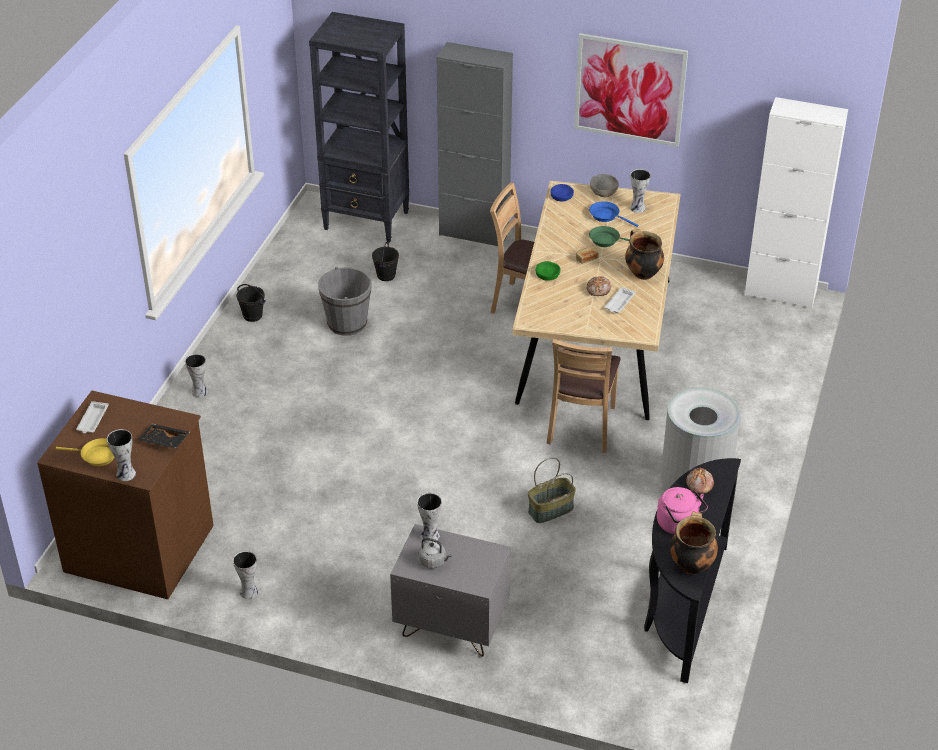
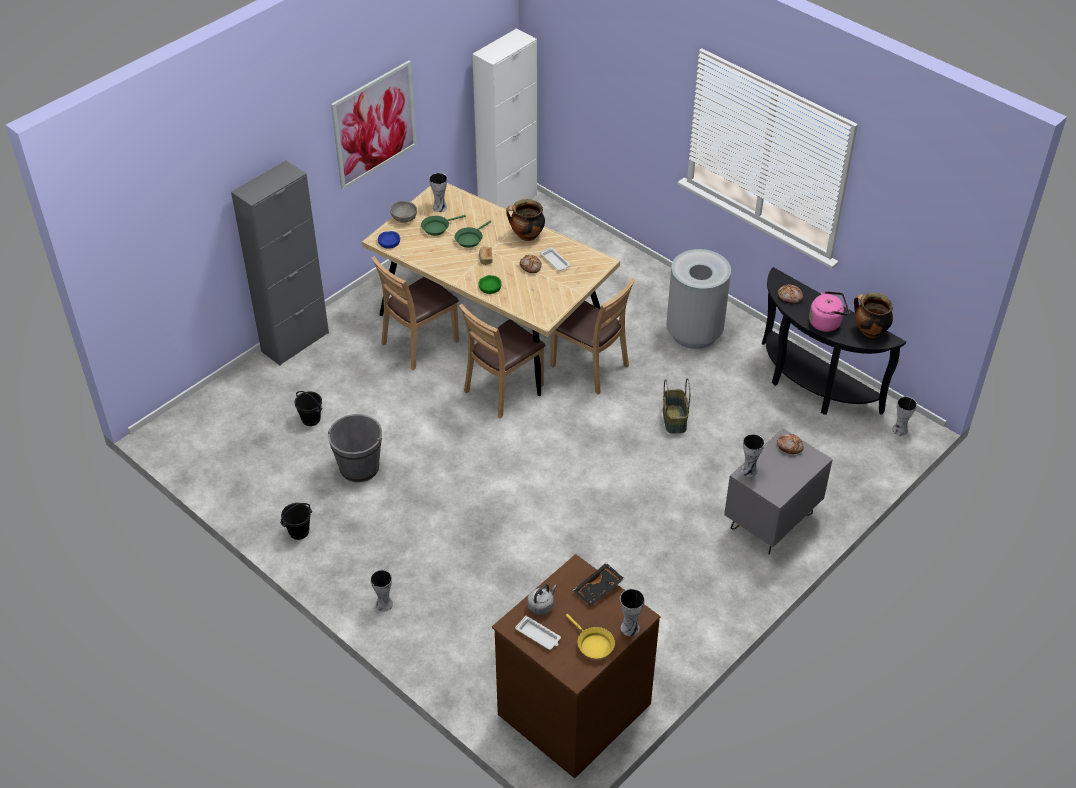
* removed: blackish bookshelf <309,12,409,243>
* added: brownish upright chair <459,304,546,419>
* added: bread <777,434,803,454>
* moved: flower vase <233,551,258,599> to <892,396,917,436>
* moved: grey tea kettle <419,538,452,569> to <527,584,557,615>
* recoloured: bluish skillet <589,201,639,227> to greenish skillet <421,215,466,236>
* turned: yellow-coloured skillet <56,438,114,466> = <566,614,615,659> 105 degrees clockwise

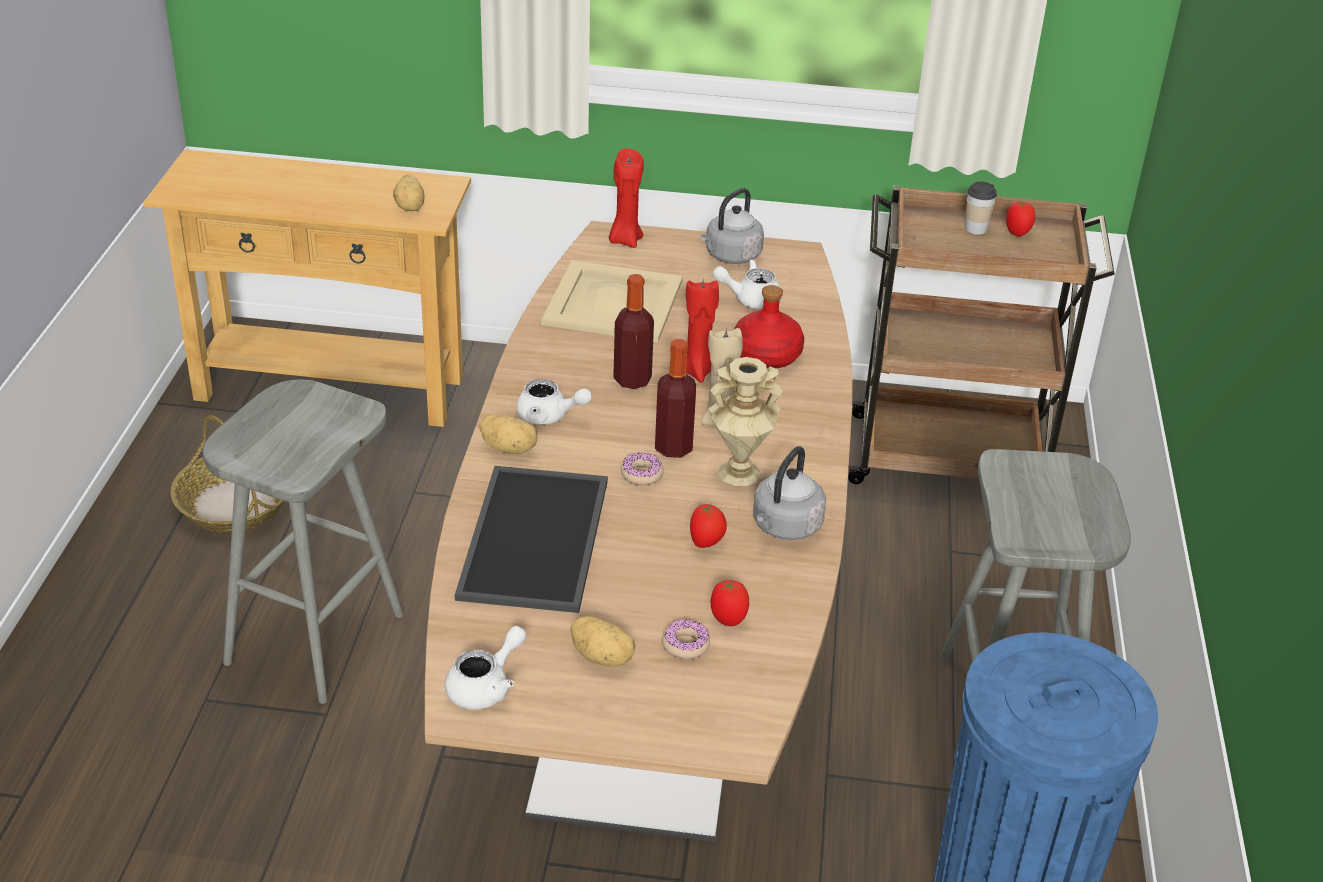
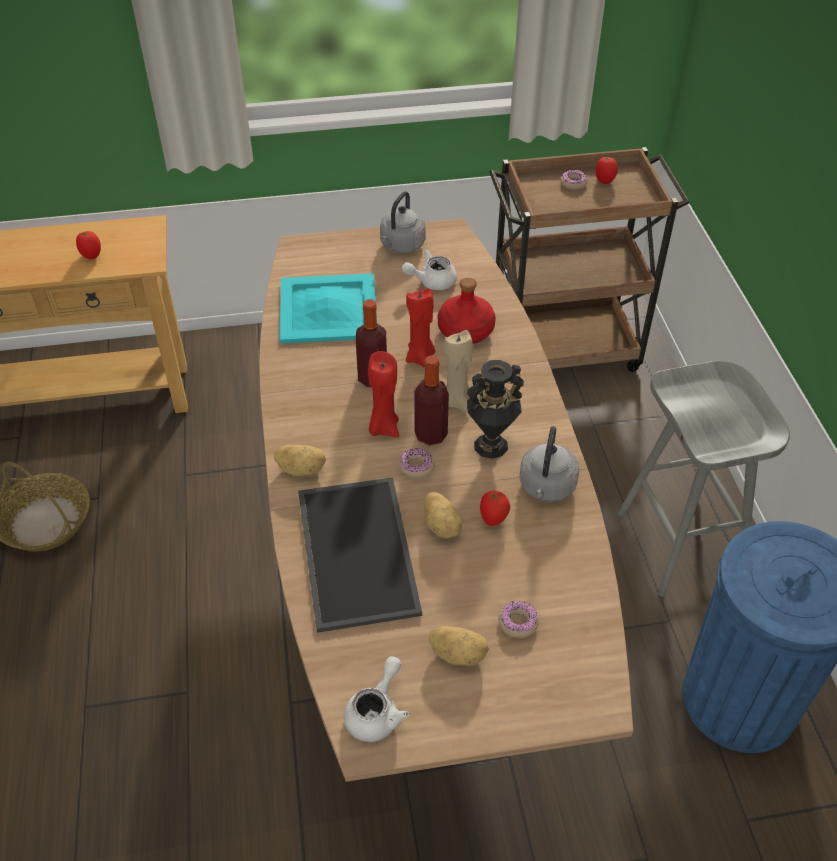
* removed: grey sitting stool <203,379,403,704>
* removed: whitish pot for tea <516,379,592,425>
* moved: spud <393,174,424,211> to <424,492,462,538>
* moved: red candle <609,149,644,248> to <368,351,399,437>
* moved: whole tomato <711,580,749,626> to <76,231,101,259>
* replaced: drinking cup <965,182,997,235> to donut <560,169,588,190>
* recoloured: beige tray <541,260,683,342> to turquoise-coloured tray <279,273,377,344>
* recoloured: beige flower vase <709,357,783,486> to blackish flower vase <467,360,524,459>

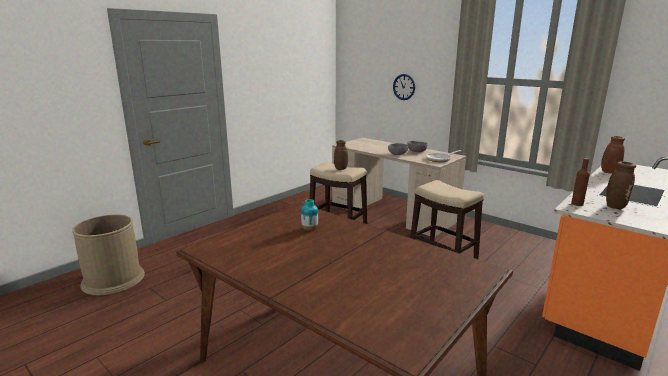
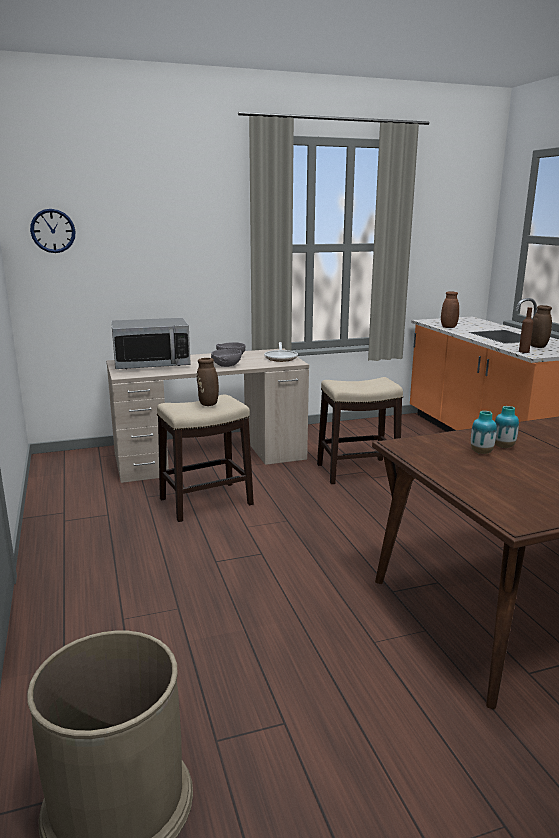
* added: microwave <111,318,191,369>
* added: flower vase <495,406,519,448>
* moved: wall clock <393,74,415,100> to <30,209,75,253>

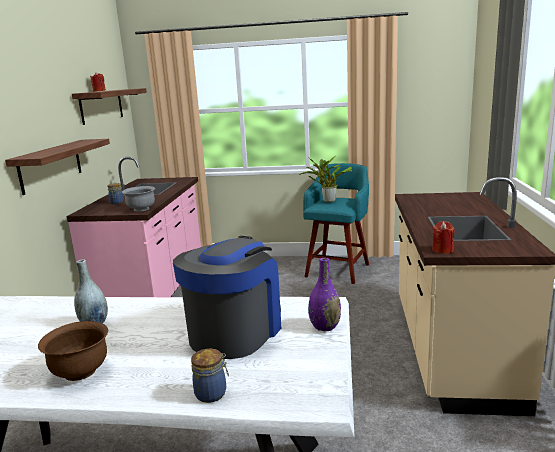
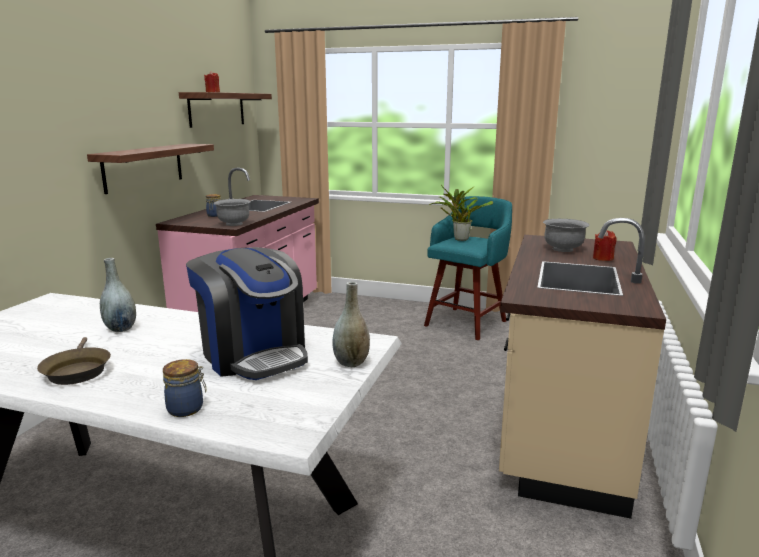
* added: grey deep dish <543,219,590,252>
* moved: red candle <432,221,455,254> to <593,230,617,261>
* replaced: brownish deep dish <38,321,108,381> to brownish skillet <37,337,111,385>
* recoloured: purplish flower vase <308,258,341,331> to grey flower vase <332,282,370,367>
* turned: coffee brewer <173,236,282,359> = <186,247,308,380> 105 degrees clockwise

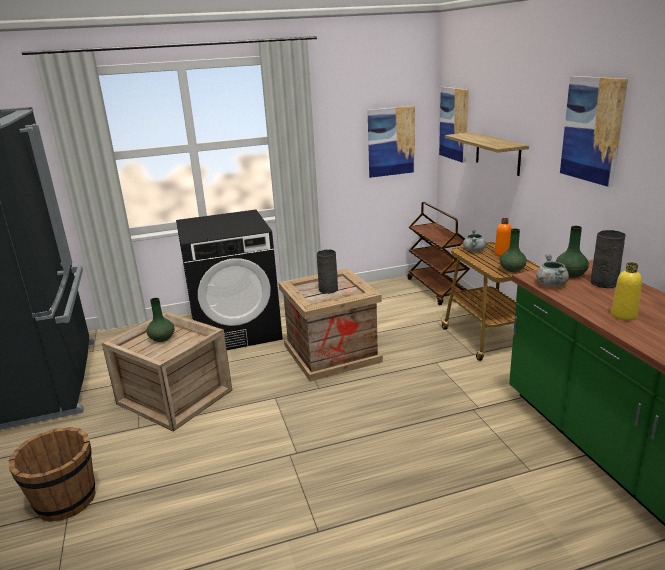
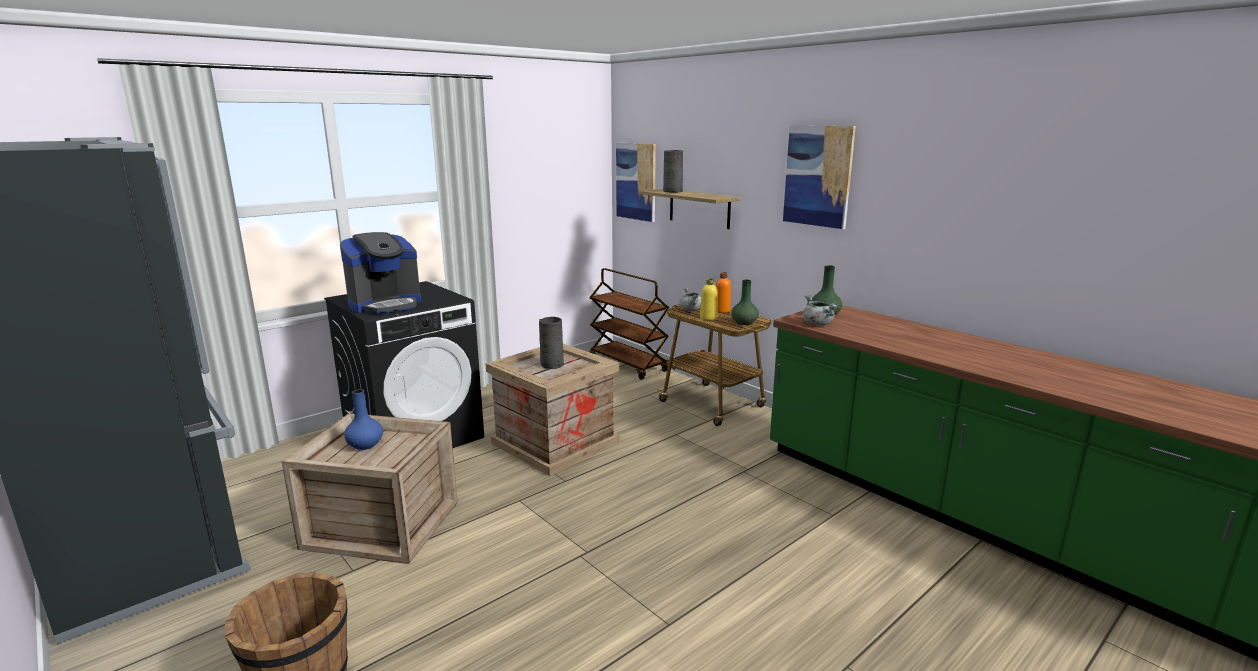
* removed: picture <368,106,415,178>
* added: coffee brewer <340,232,421,314>
* moved: grey flower vase <591,230,625,288> to <663,150,683,193>
* moved: yellow-coloured beverage bottle <611,262,642,321> to <700,278,718,321>
* recoloured: greenish flower vase <146,298,175,342> to bluish flower vase <344,389,383,450>

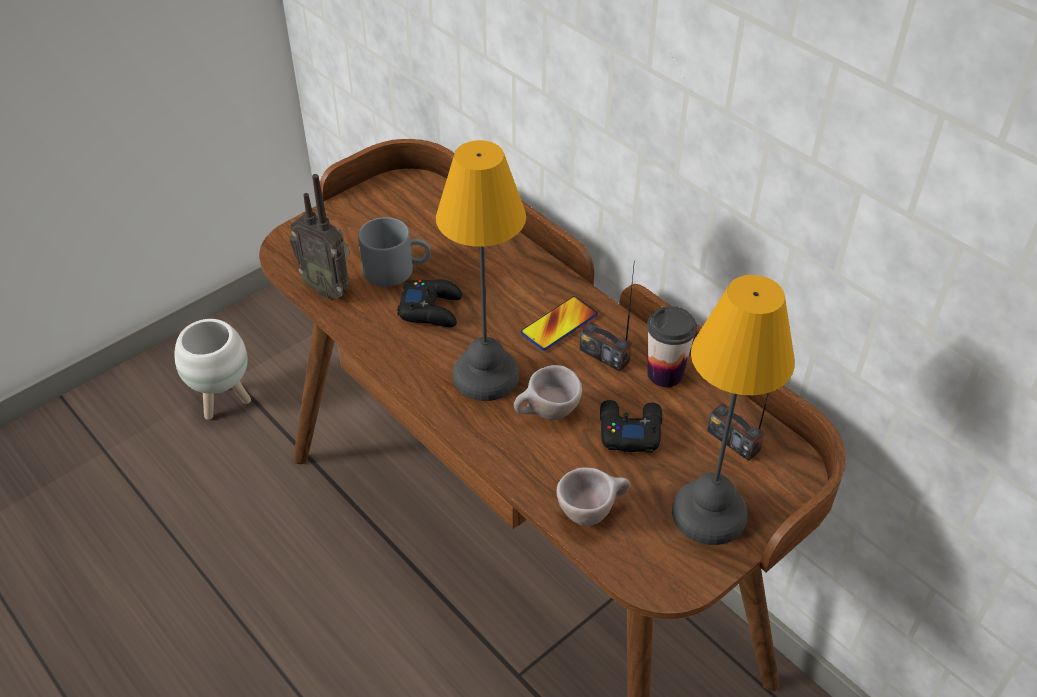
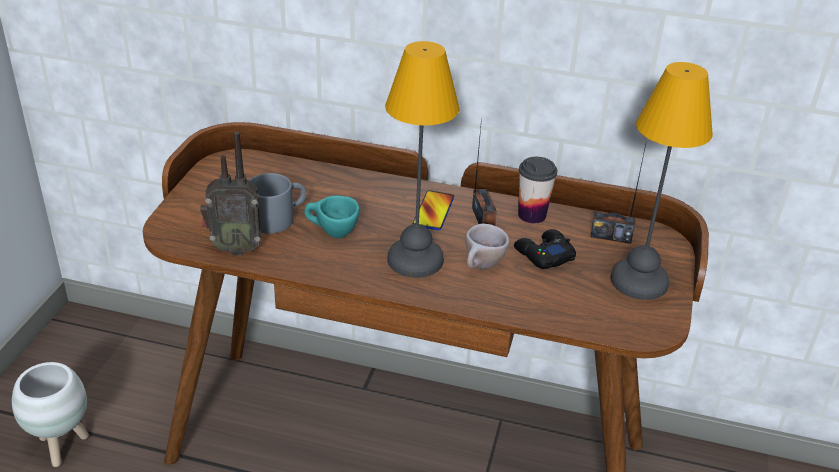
* removed: beige drinking cup <556,468,631,526>
* replaced: blackish gamepad <397,279,462,327> to turquoise-coloured drinking cup <304,196,360,238>
* turned: radio receiver <580,259,635,372> = <472,118,497,226> 105 degrees counterclockwise

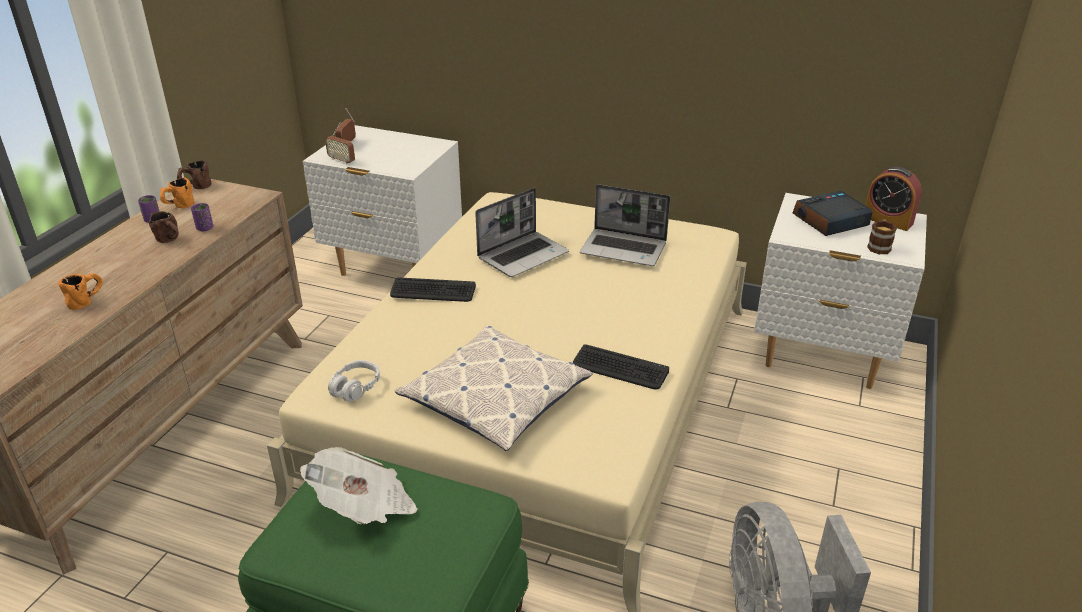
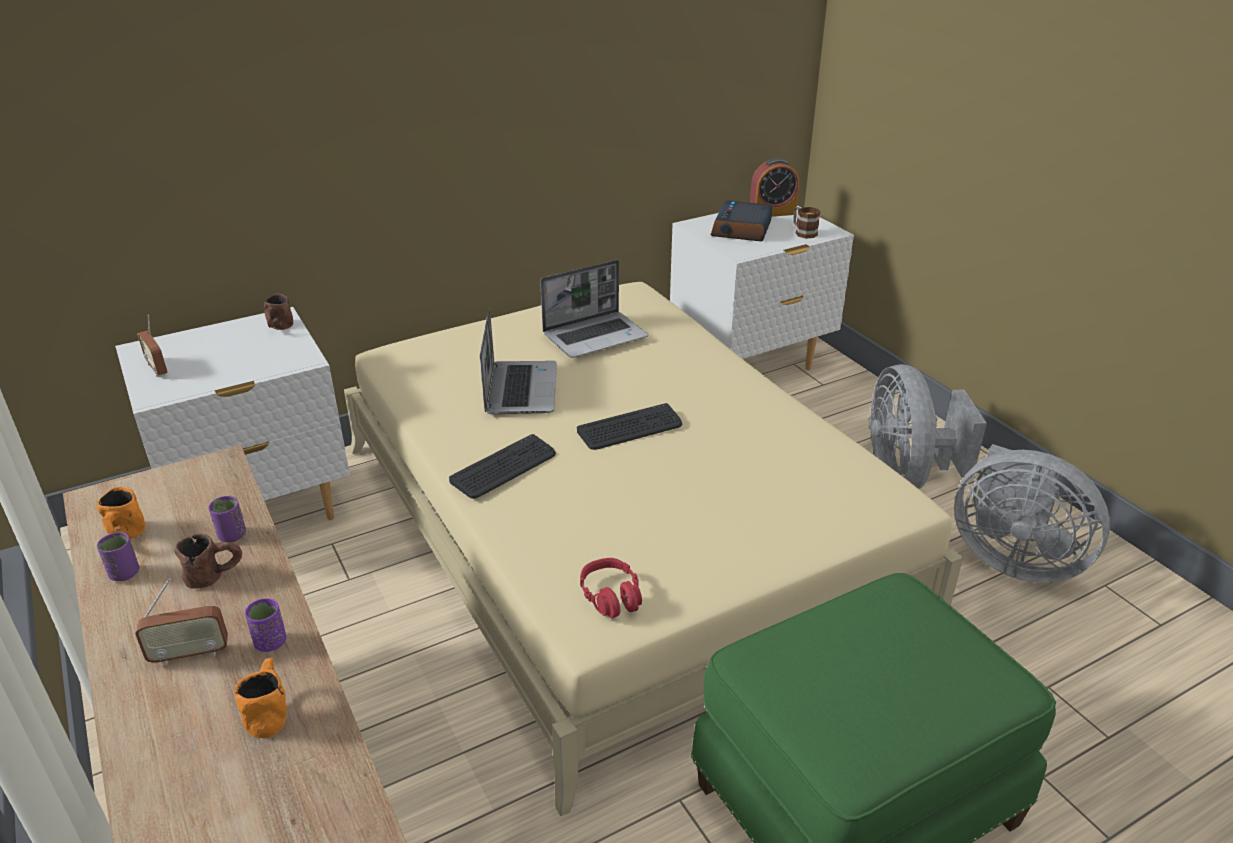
* removed: newspaper <300,447,418,525>
* removed: cushion <395,325,593,451>
* added: purplish drinking cup <245,598,286,652>
* added: grey electric fan <868,364,987,489>
* moved: brownish tea mug <177,160,211,189> to <264,293,293,330>
* moved: radio receiver <325,122,355,165> to <135,578,228,665>
* moved: computer keyboard <573,344,669,389> to <577,403,682,450>
* recoloured: grey headphones <328,360,380,402> to red headphones <580,558,642,619>

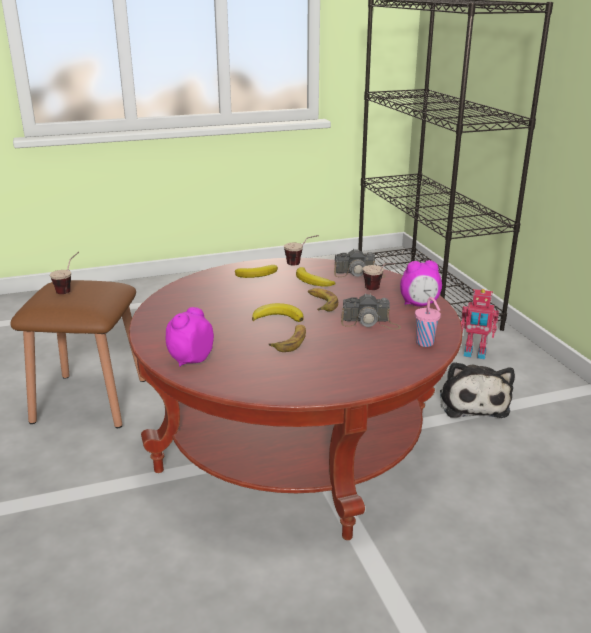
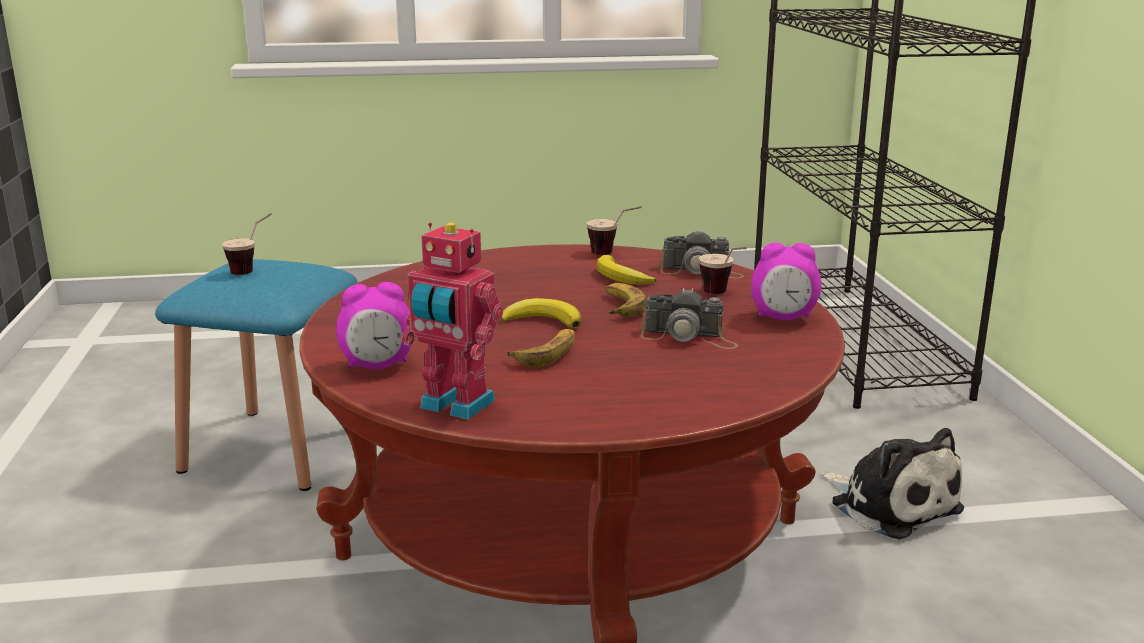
* removed: banana fruit <235,265,278,278>
* removed: pinkish drinking cup <415,297,441,347>
* moved: robot figure <461,289,499,360> to <402,222,503,420>
* recoloured: brownish sitting stool <10,280,145,428> to bluish sitting stool <155,259,358,491>
* turned: alarm clock <166,307,214,367> = <336,282,412,370> 150 degrees counterclockwise
* turned: soft toy <440,362,515,418> = <821,428,964,540> 45 degrees counterclockwise

